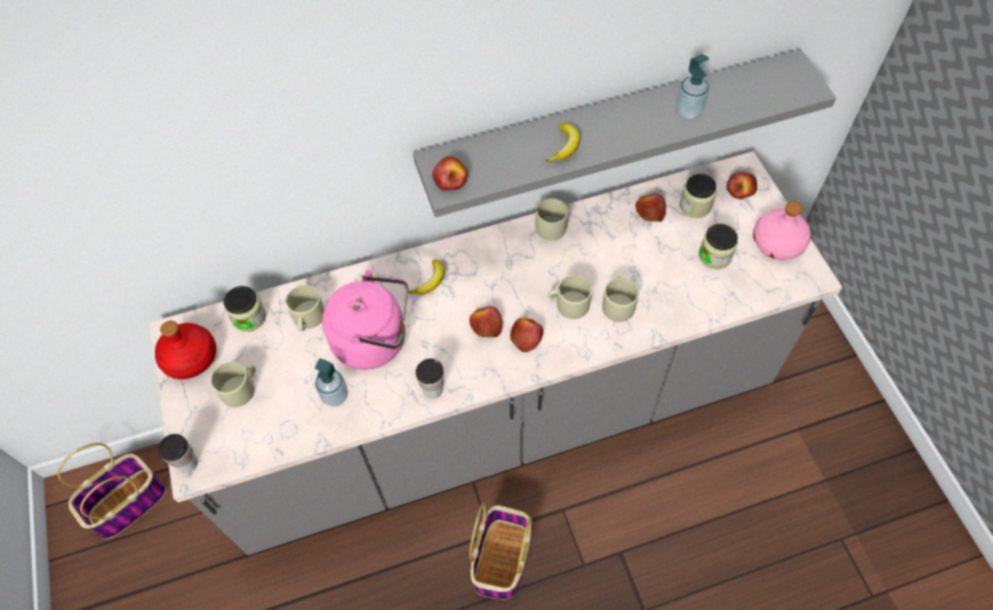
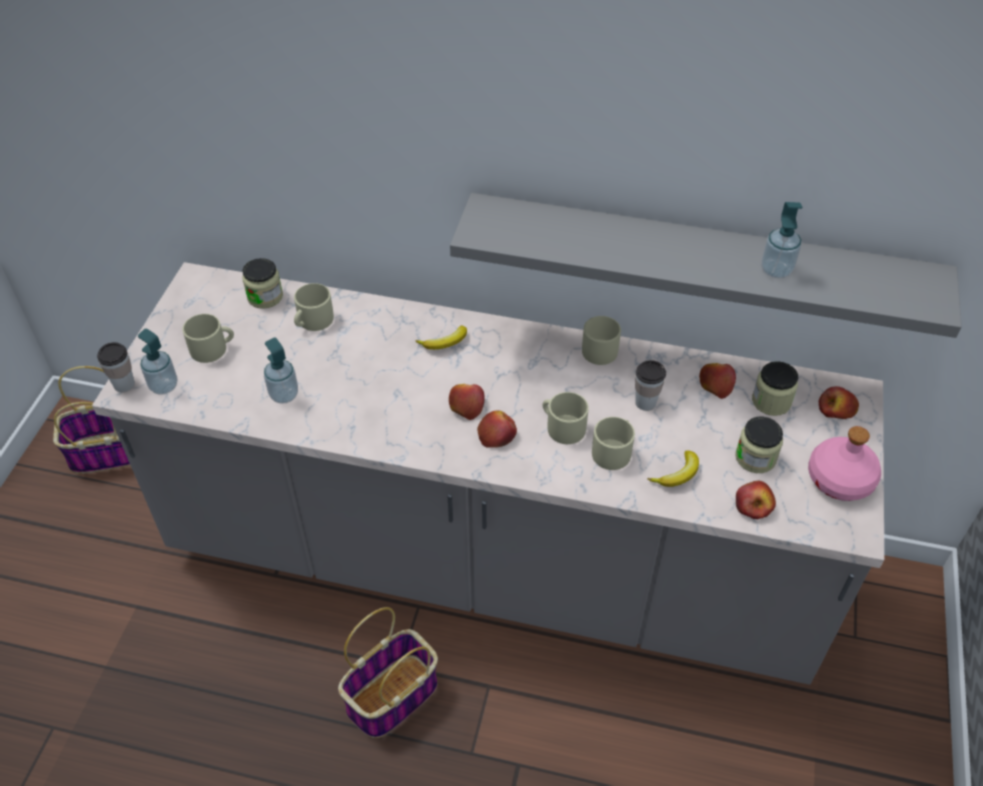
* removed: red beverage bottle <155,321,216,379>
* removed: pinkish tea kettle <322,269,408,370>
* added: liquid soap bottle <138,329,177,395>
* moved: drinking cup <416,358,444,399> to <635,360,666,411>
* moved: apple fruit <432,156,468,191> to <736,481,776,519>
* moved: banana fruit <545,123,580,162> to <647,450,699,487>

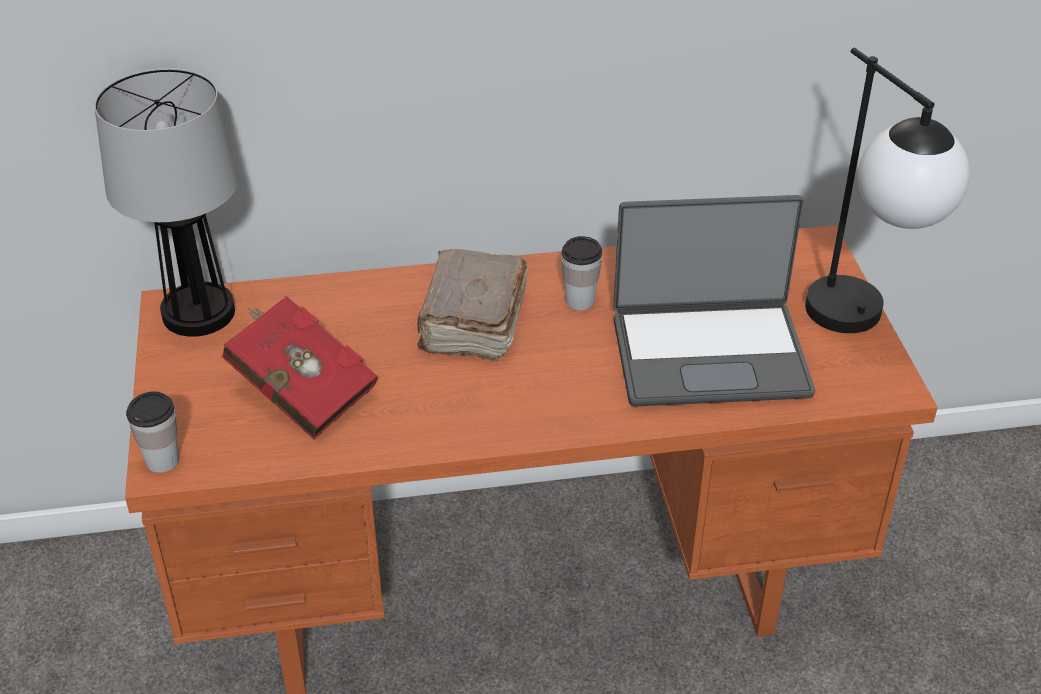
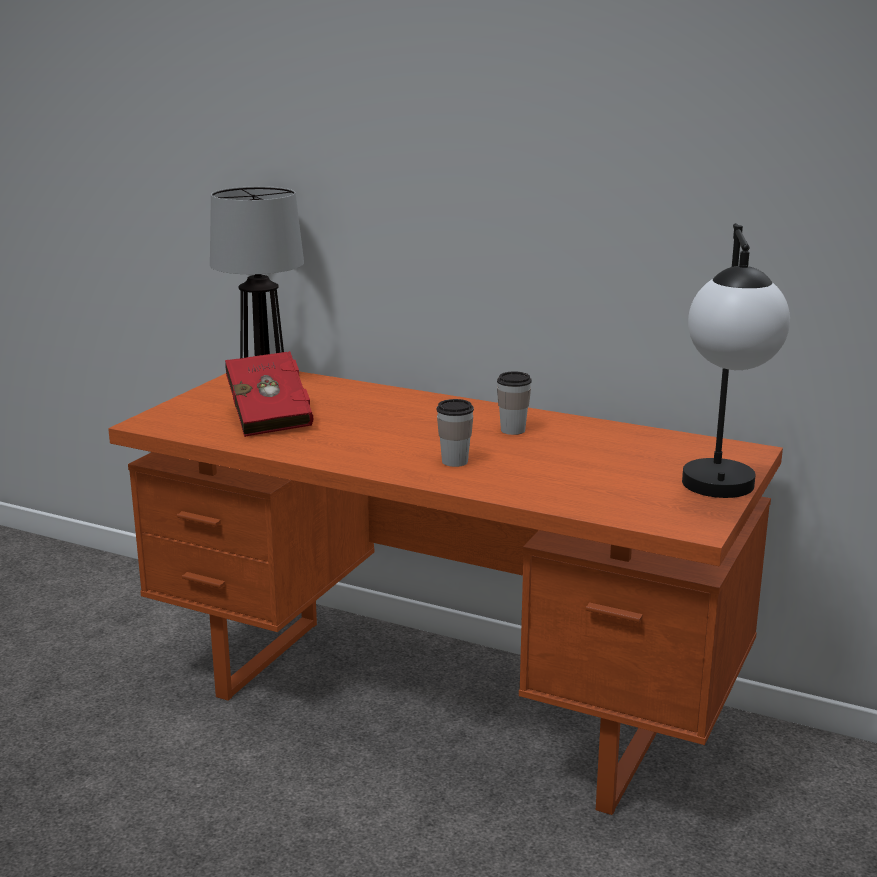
* removed: brownish volume <417,249,528,361>
* removed: portable computer <613,195,815,407>
* moved: drinking cup <126,391,179,473> to <436,399,474,467>

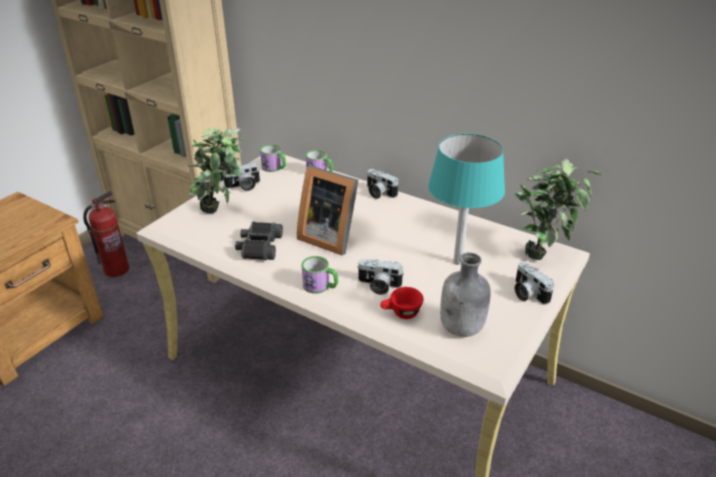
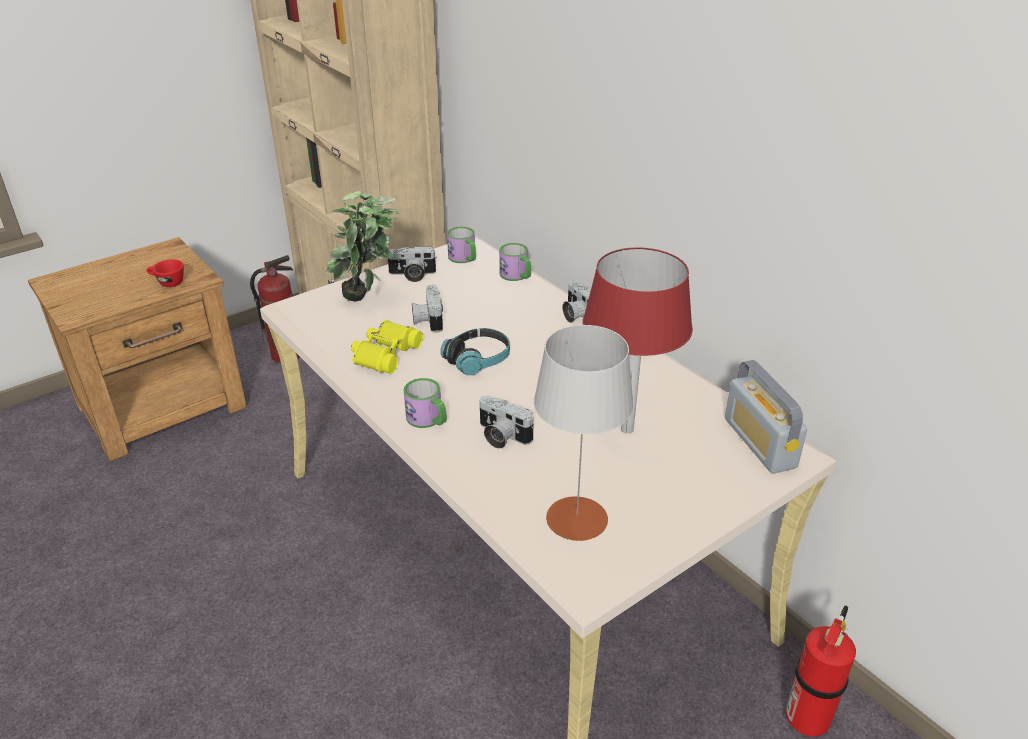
* added: fire extinguisher <786,606,856,736>
* moved: red drinking cup <380,287,423,319> to <147,259,184,287>
* moved: still camera <515,261,554,305> to <412,285,443,333>
* replaced: standing frame <297,166,358,255> to headphones <440,328,510,375>
* replaced: grey beverage bottle <440,252,491,337> to grey table lamp <534,325,634,541>
* replaced: plant in a pot <514,158,602,260> to radio receiver <725,360,807,474>
* recoloured: blackish binoculars <235,221,283,260> to yellow-coloured binoculars <351,320,423,374>
* recoloured: turquoise-coloured table lamp <428,134,505,265> to red table lamp <582,247,693,434>

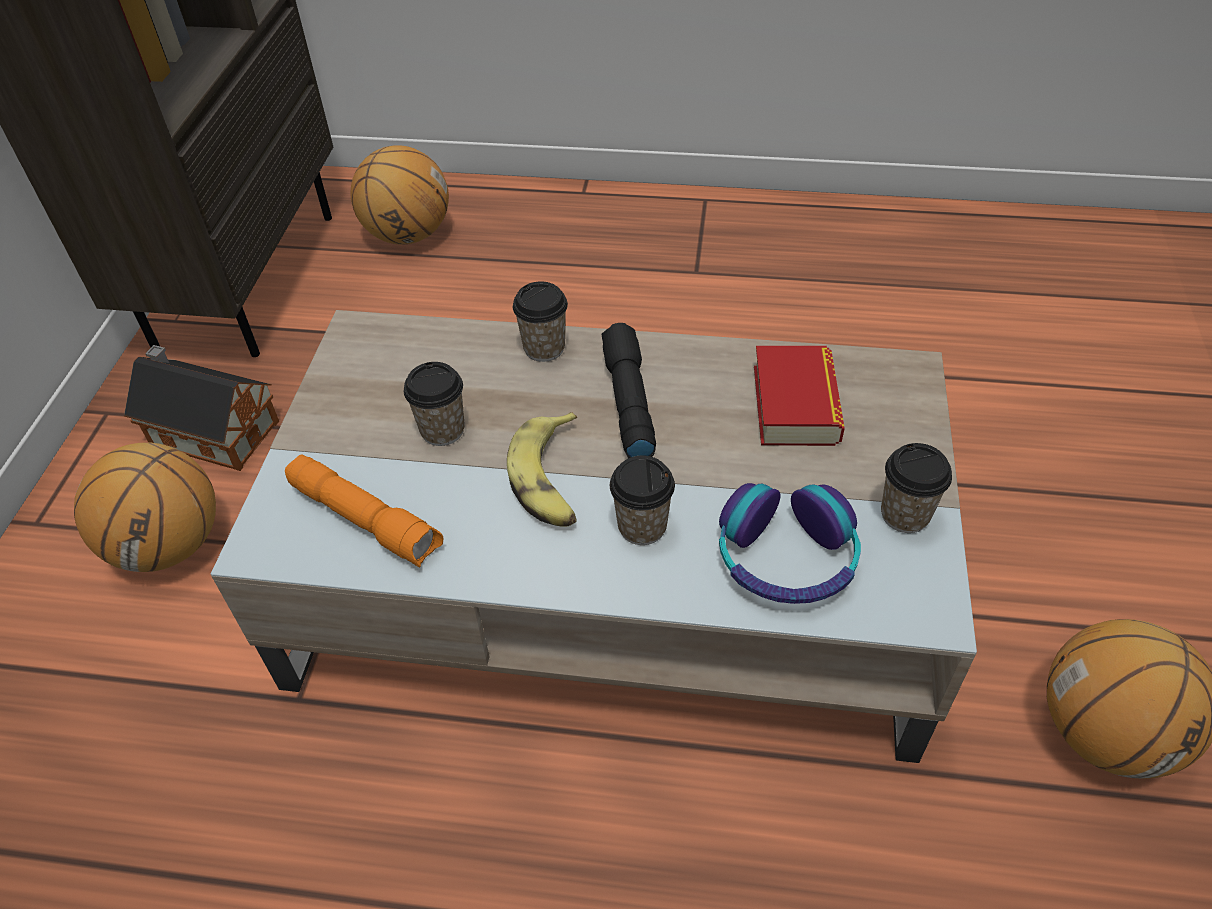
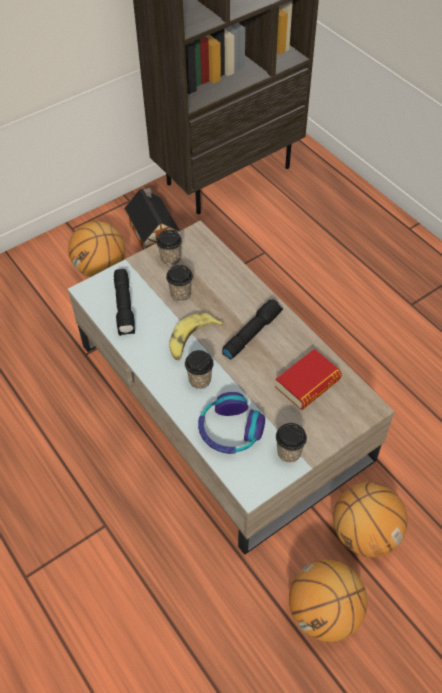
* moved: ball for basketball <351,145,449,245> to <333,482,408,557>
* moved: drinking cup <513,281,568,362> to <157,230,182,266>
* recoloured: orangey flashlight <285,454,443,567> to blackish flashlight <114,269,135,336>

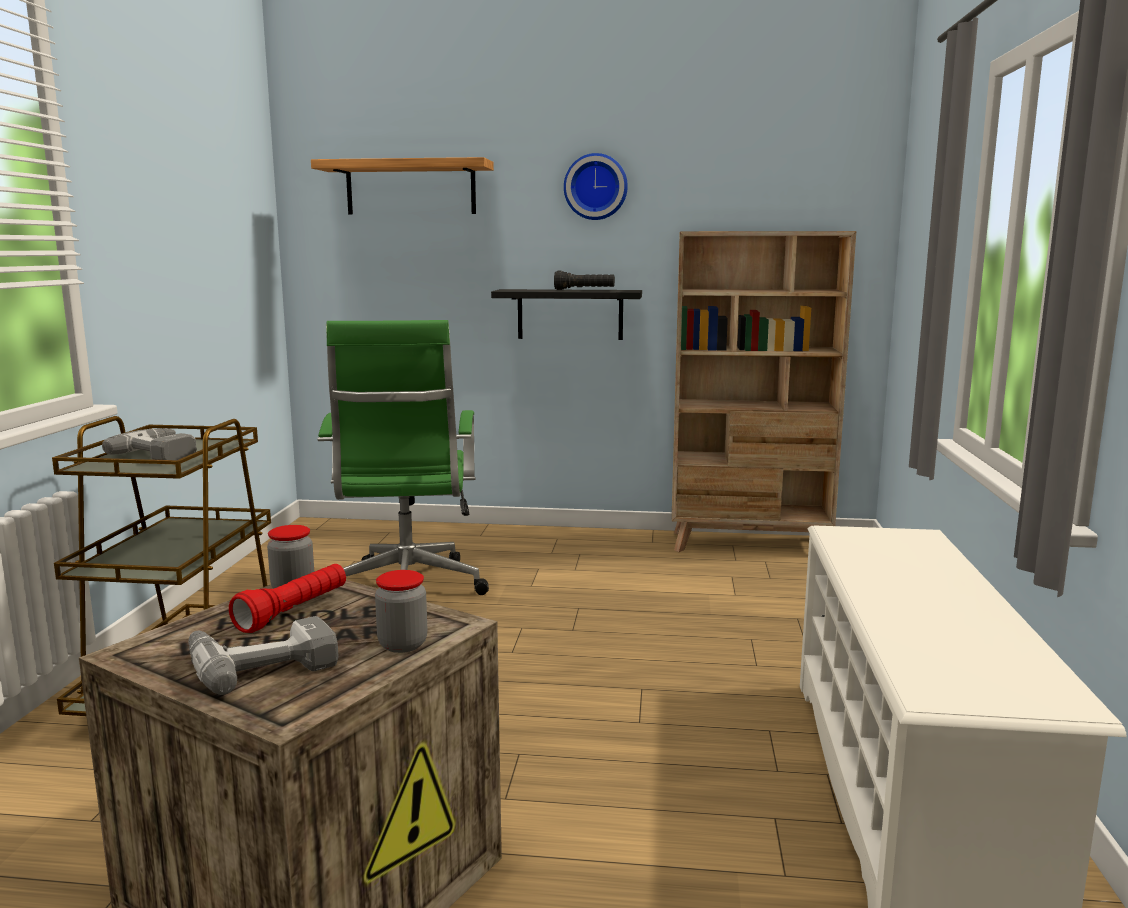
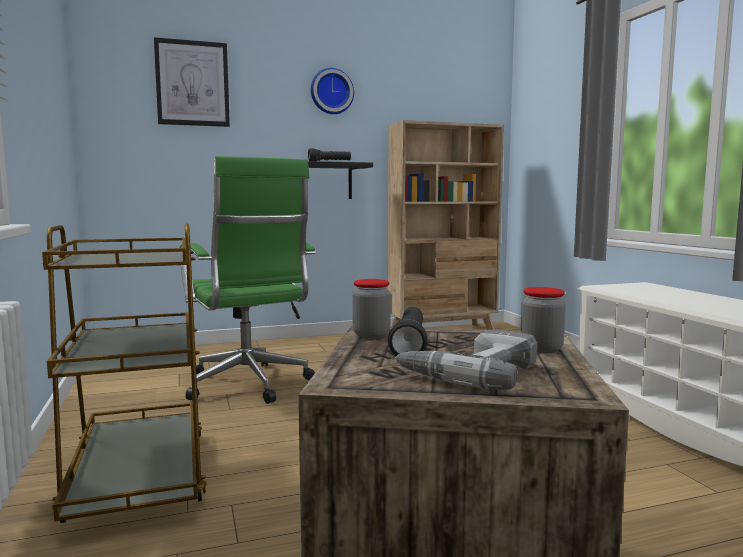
* removed: power drill <102,428,197,460>
* replaced: shelf <311,157,494,215> to picture <154,37,230,127>
* recoloured: red flashlight <229,564,346,633> to blackish flashlight <388,307,427,356>

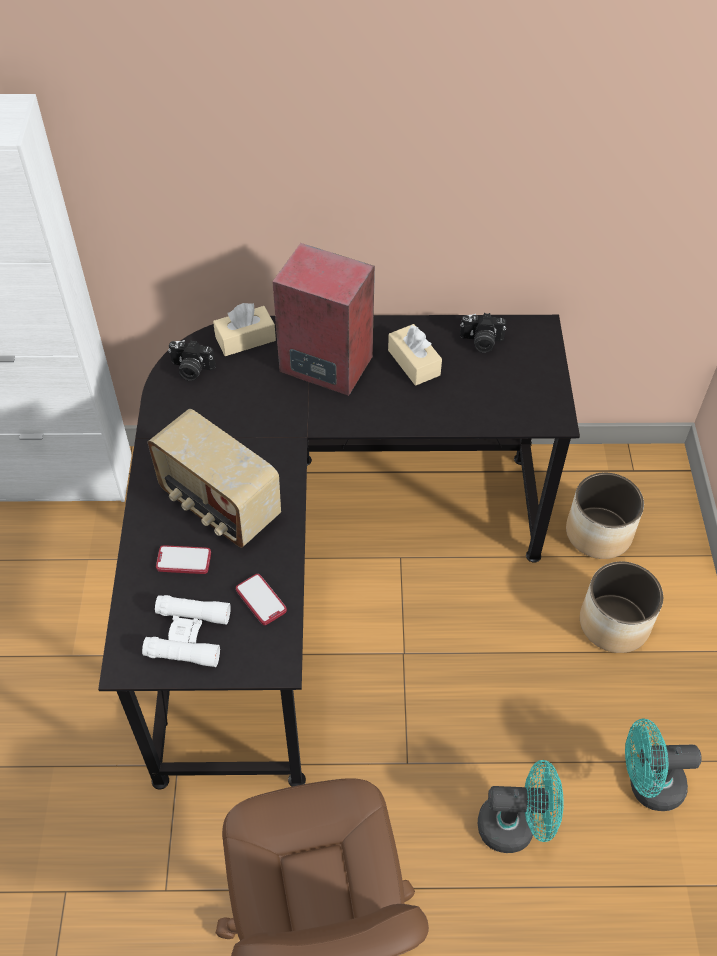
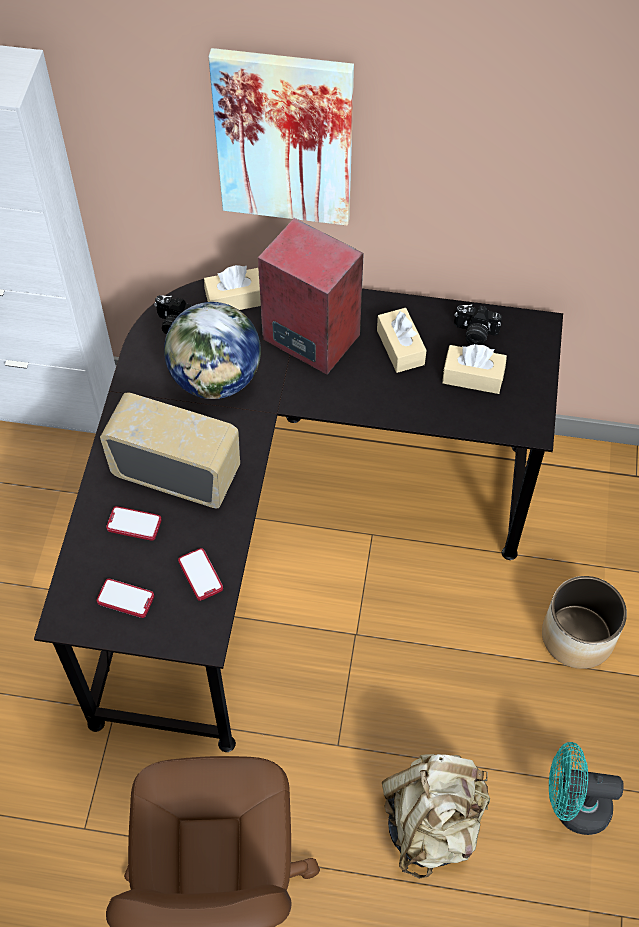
* removed: flower pot <566,473,644,559>
* added: globe <164,302,261,399>
* added: picture <209,48,354,226>
* added: beige tissue holder <442,344,507,394>
* replaced: whitish binoculars <142,595,231,667> to handset <97,578,154,618>
* replaced: turquoise-coloured electric fan <478,760,564,853> to beige knapsack <382,754,490,879>
* turned: radio receiver <148,409,281,548> = <100,393,240,508> 150 degrees clockwise

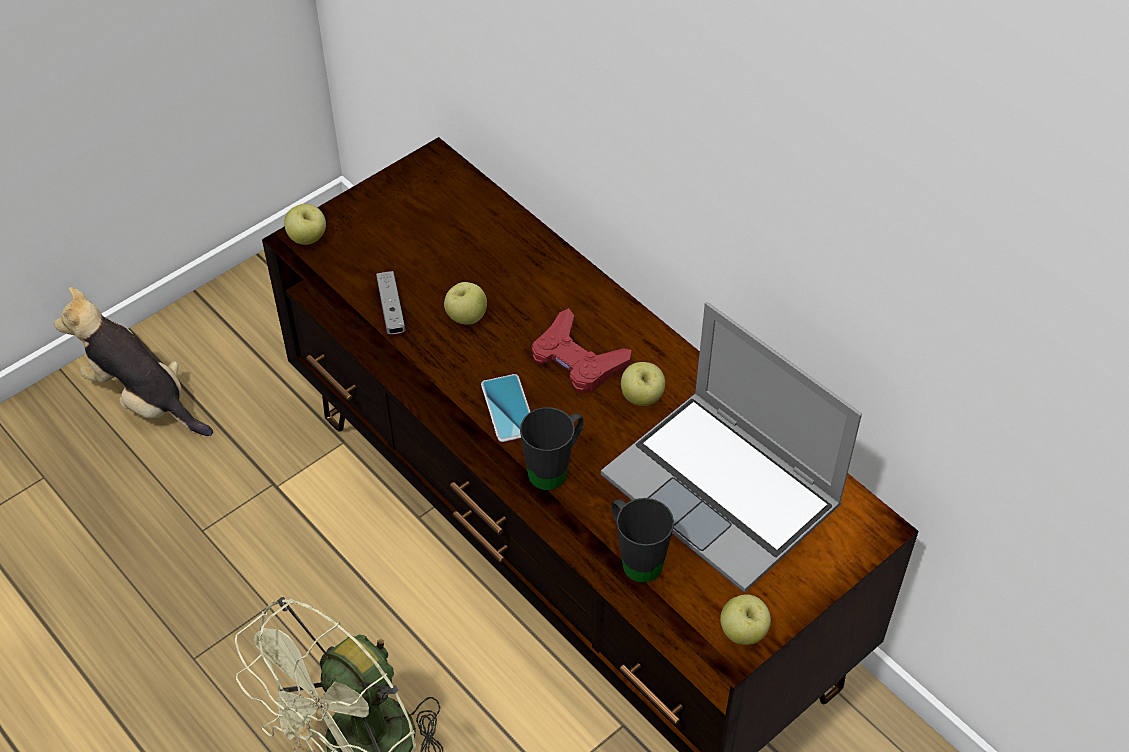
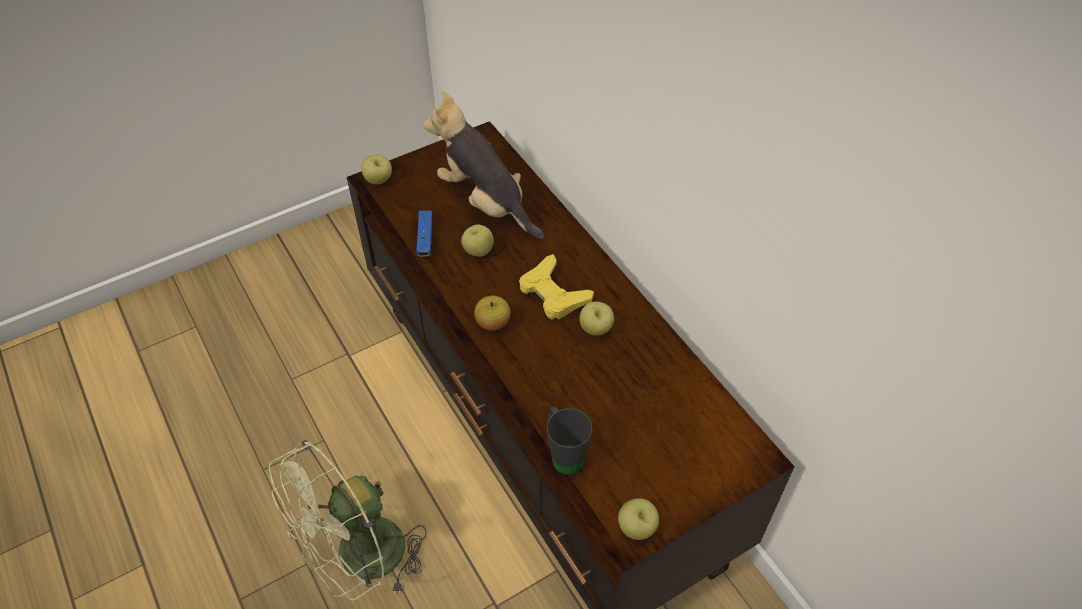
* removed: blackish tea mug <520,407,584,490>
* removed: portable computer <601,302,862,593>
* moved: soft toy <54,287,213,436> to <423,91,545,239>
* replaced: handset <481,374,530,442> to apple fruit <474,296,510,331>
* recoloured: grey gamepad <376,271,406,334> to bluish gamepad <416,210,432,256>
* recoloured: red gamepad <532,308,631,393> to yellow-coloured gamepad <519,254,594,320>

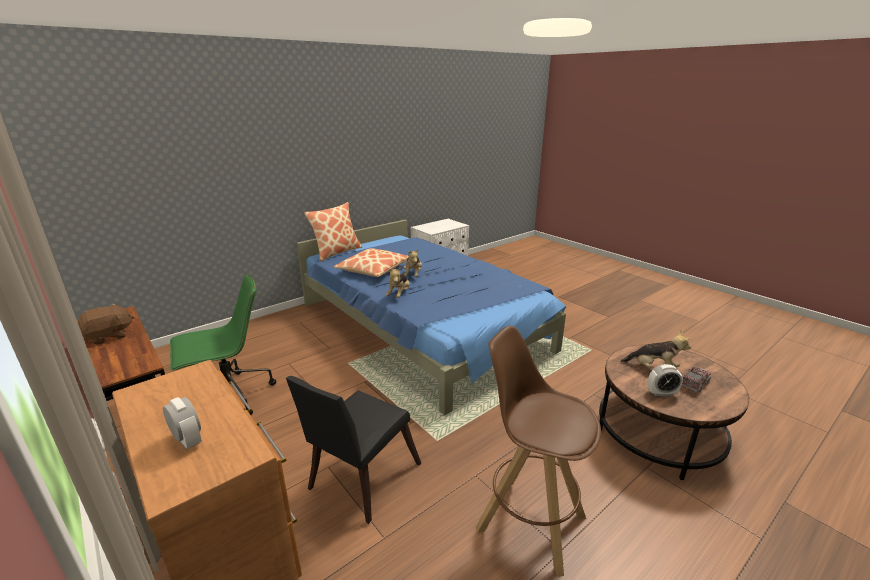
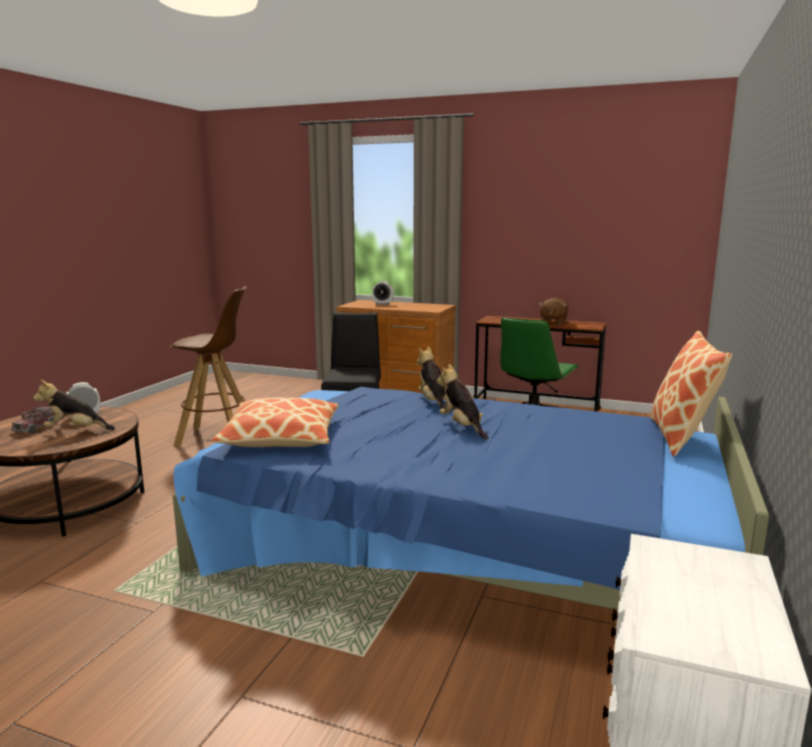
* moved: cushion <334,248,408,277> to <212,398,339,447>

